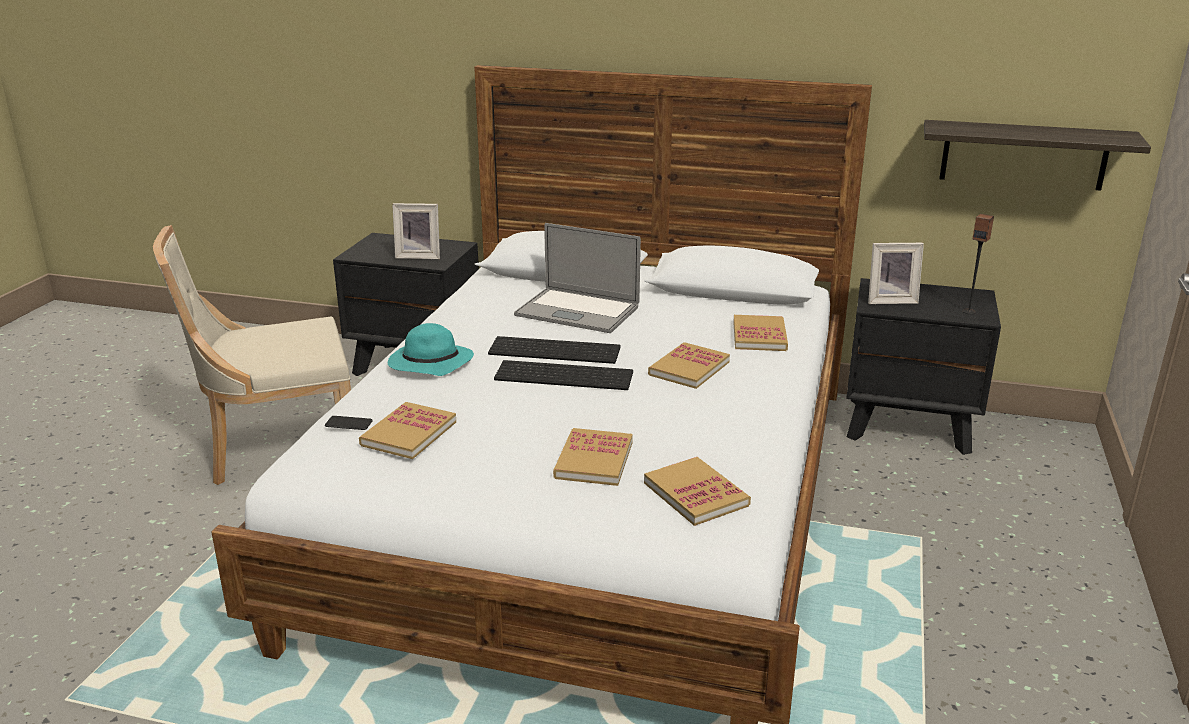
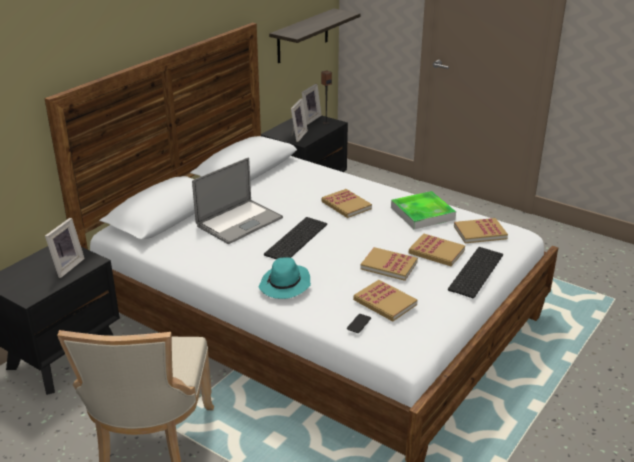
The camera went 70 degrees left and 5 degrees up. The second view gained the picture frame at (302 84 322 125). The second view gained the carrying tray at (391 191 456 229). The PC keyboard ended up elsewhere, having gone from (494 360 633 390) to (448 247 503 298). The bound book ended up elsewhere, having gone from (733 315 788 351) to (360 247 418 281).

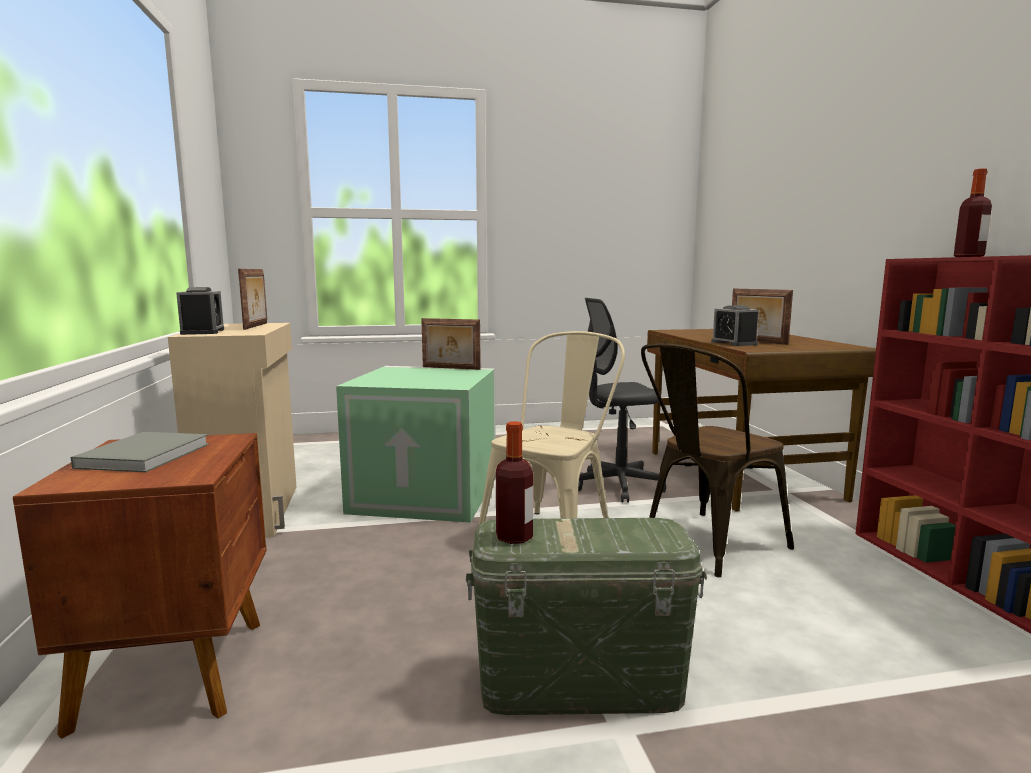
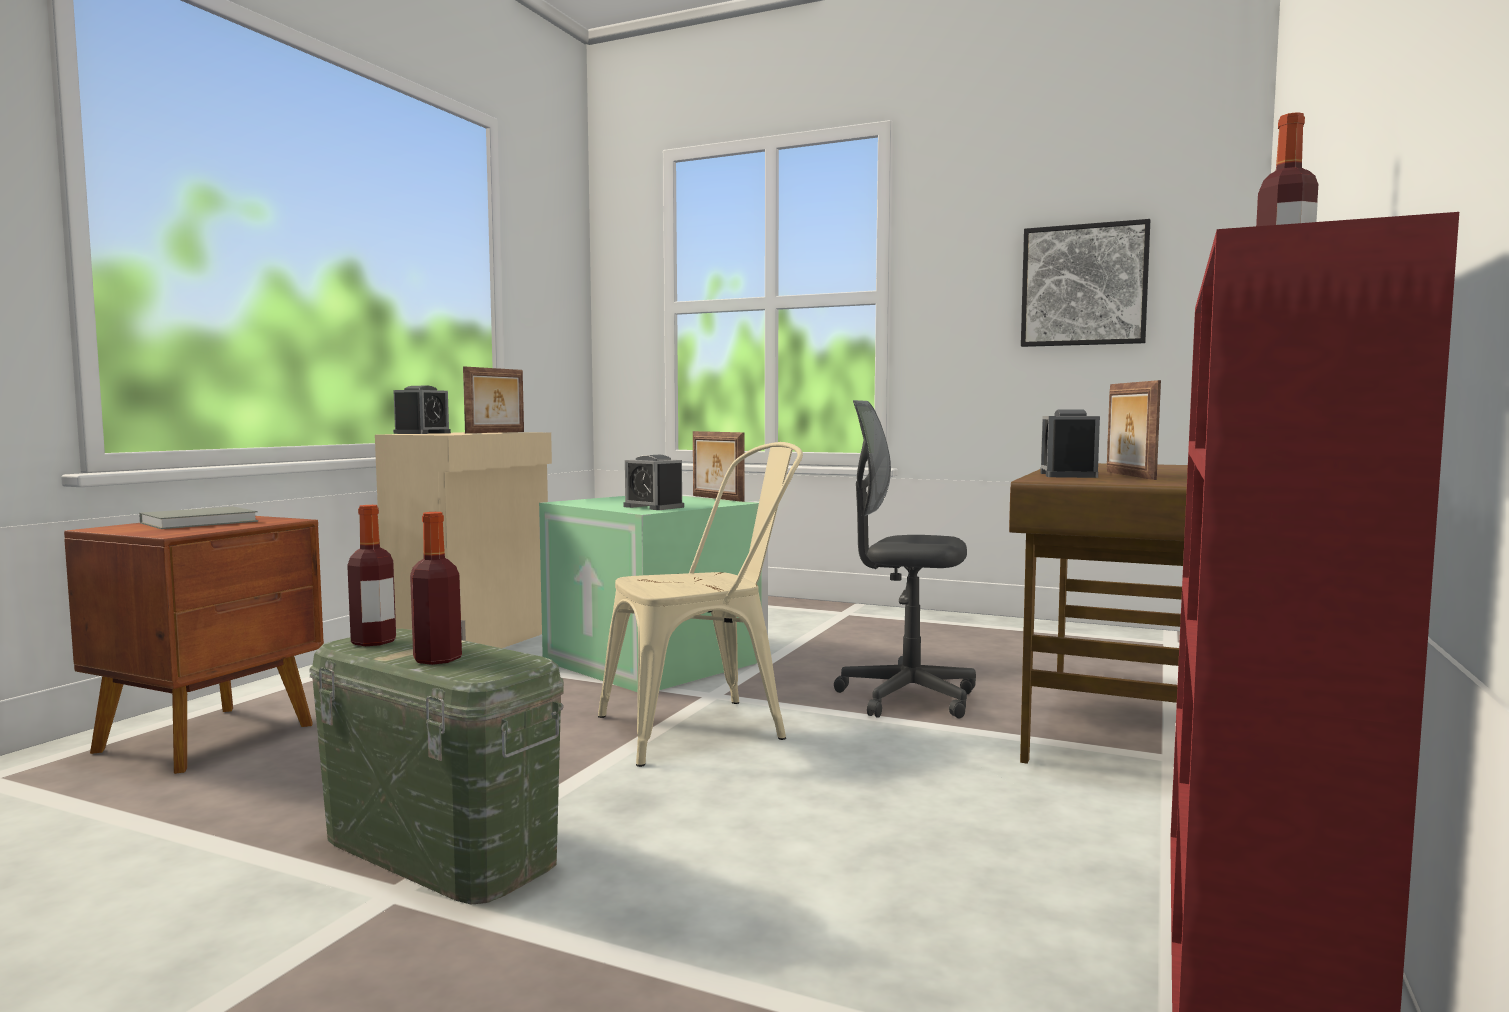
The camera went 35 degrees right and 5 degrees down. The second view lost the upright chair (brownish) at (641 343 794 577). The second view gained the bottle at (410 512 462 665). The second view gained the table clock at (624 455 684 510). The second view gained the wall picture at (1021 219 1150 347).

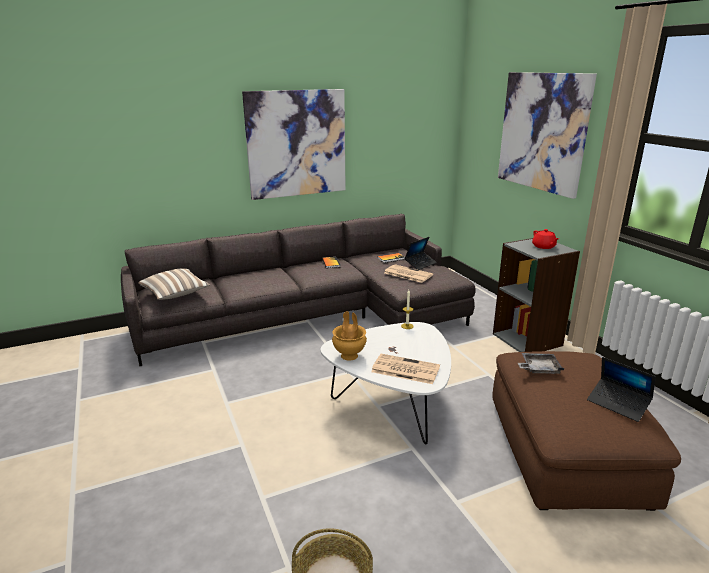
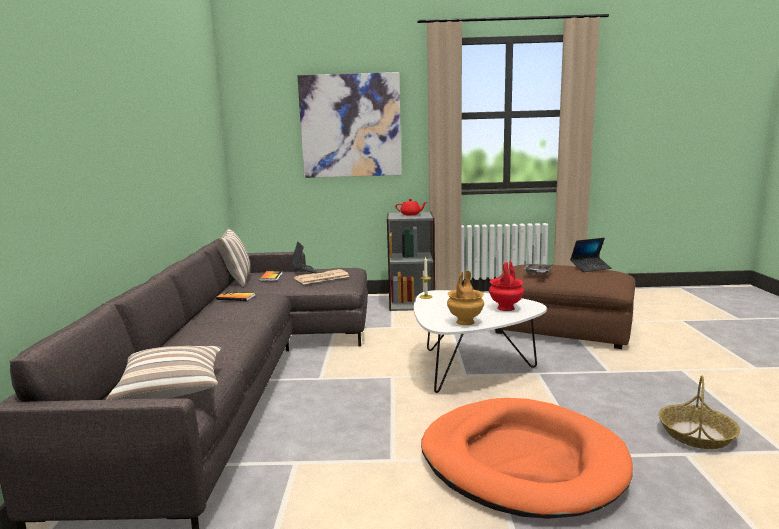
The camera went 65 degrees left and 10 degrees down. The second view lost the wall picture at (242 89 346 200). The second view gained the cushion at (217 229 251 288). The second view gained the dog cushion (orange-coloured) at (421 398 633 519). Where the newspaper stood at (371 354 440 384), the decorative vase (red-coloured) came to stand at (489 261 524 311).

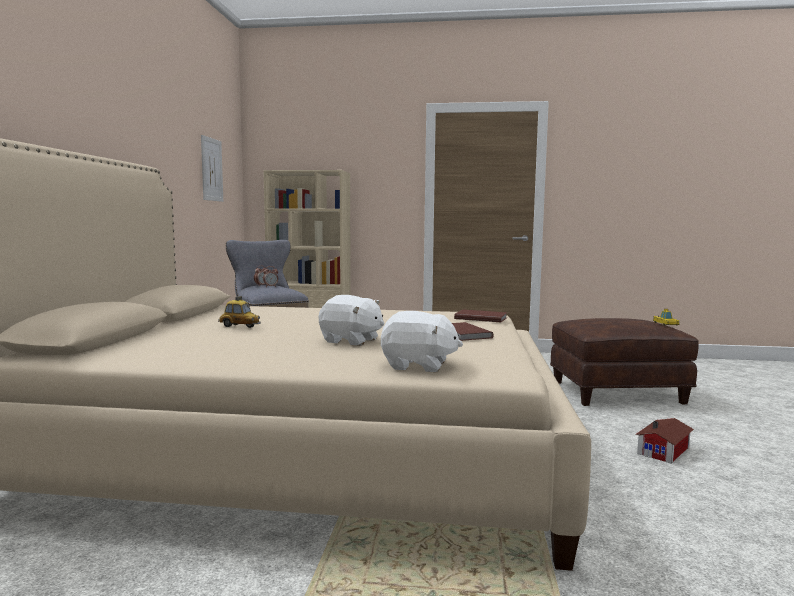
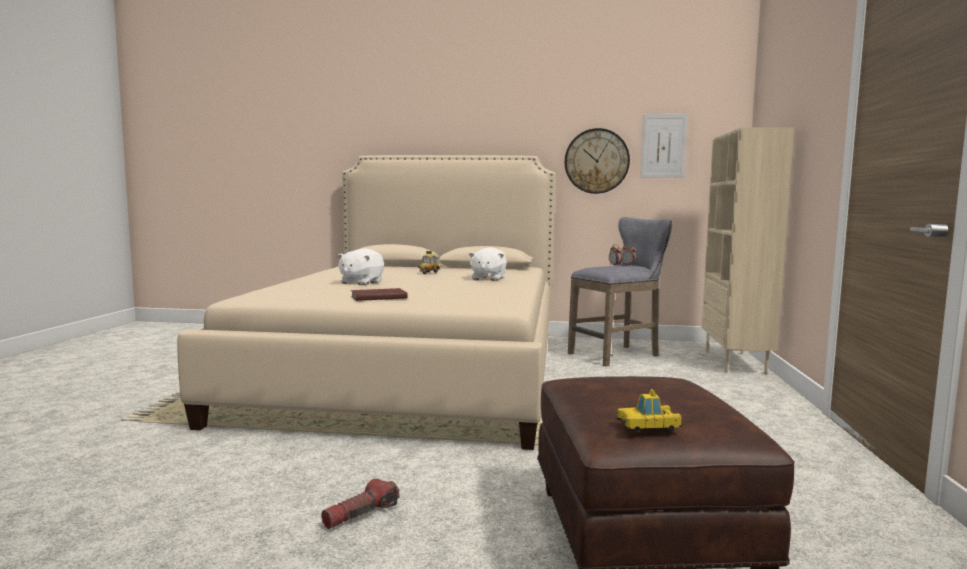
The camera went 90 degrees right and 0 degrees up. The second view lost the bound book (brownish) at (454 309 507 322). The second view gained the wall clock at (565 128 630 194). The soft toy (whitish) ended up elsewhere, having gone from (381 311 463 372) to (468 247 507 281). Where the toy house stood at (635 418 694 464), the torch came to stand at (321 478 399 529).

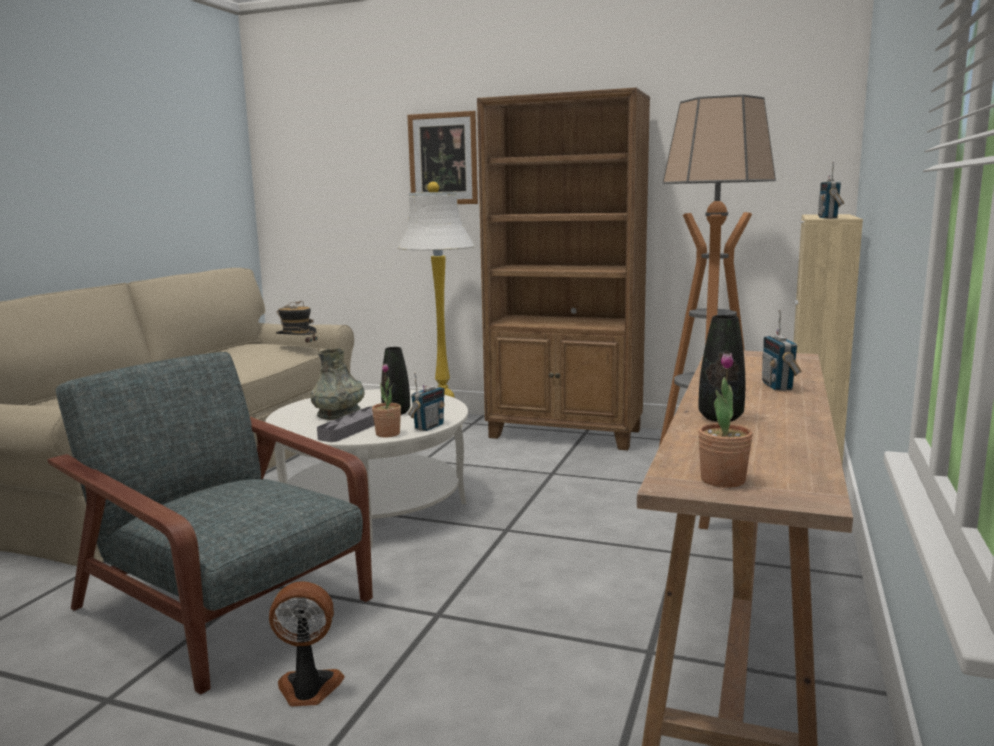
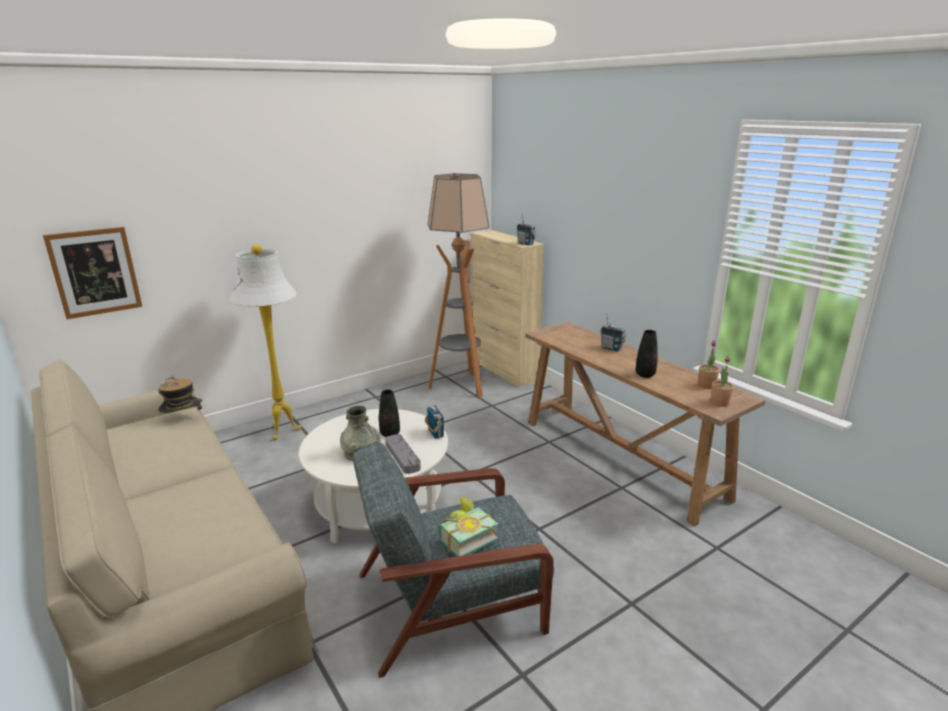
The camera went 55 degrees left and 10 degrees up. The second view lost the electric fan at (269 581 345 707). The second view lost the shelving unit (brownish) at (477 88 650 451). The second view gained the bound book at (438 497 498 556). The potted plant ended up elsewhere, having gone from (372 363 401 437) to (698 341 719 389). The wall picture ended up elsewhere, having gone from (407 111 478 204) to (43 227 142 319).

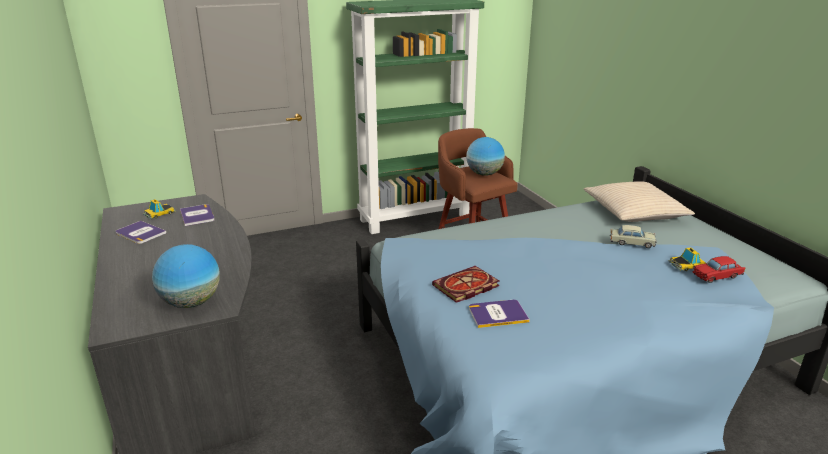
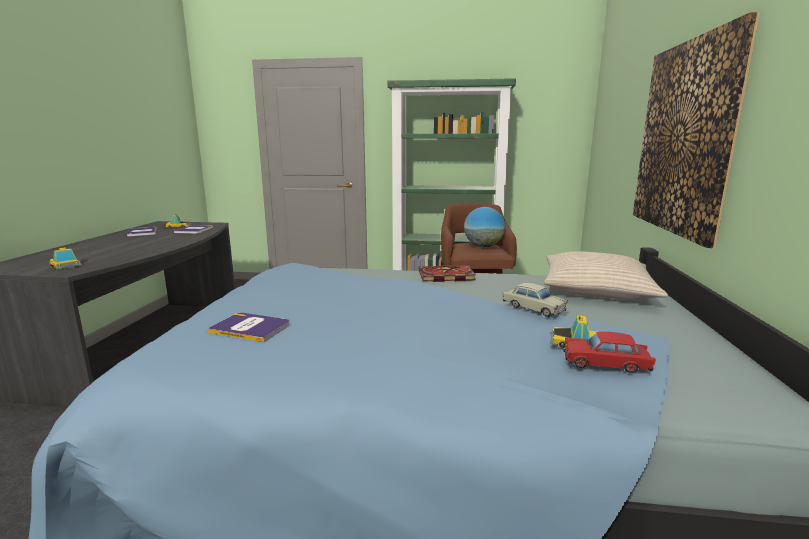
The camera went 30 degrees right and 10 degrees down. The second view gained the wall picture at (633 12 760 248). The bound book ended up elsewhere, having gone from (432 266 500 303) to (419 265 476 282). Where the globe stood at (152 244 220 308), the model car came to stand at (49 248 82 269).

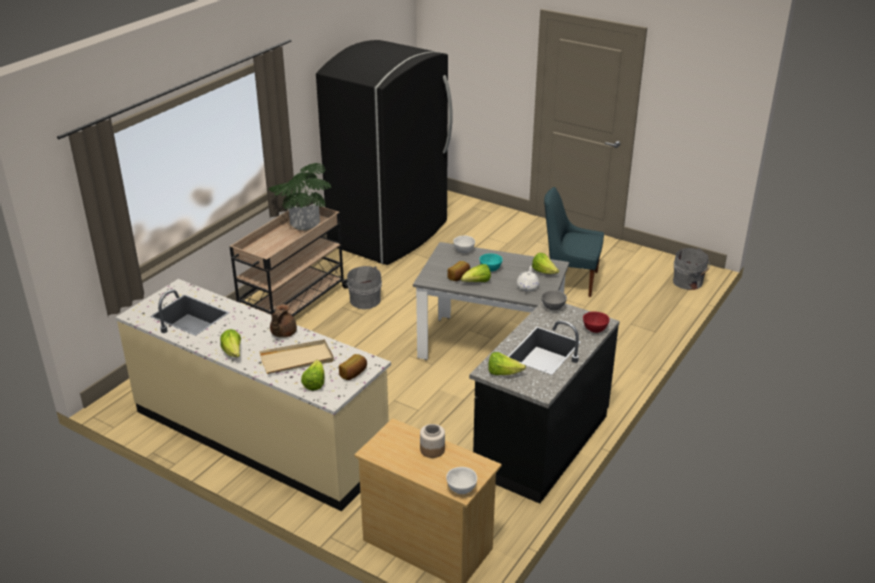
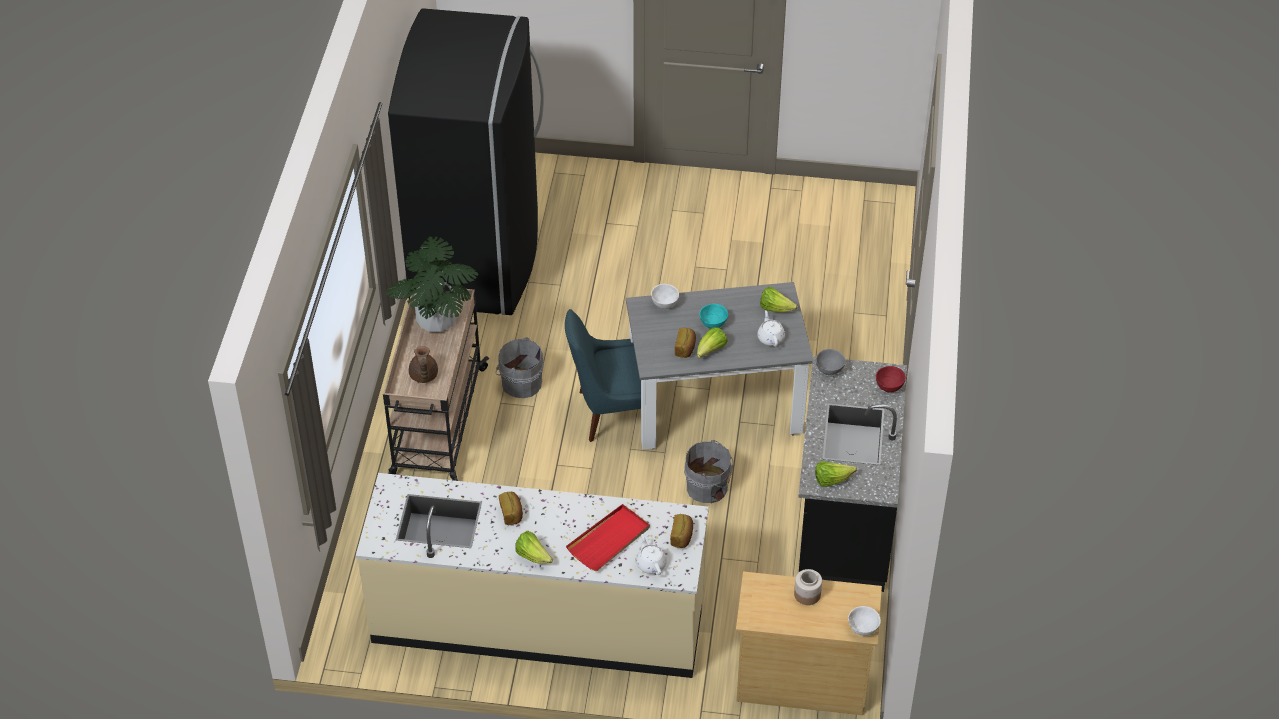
The camera went 25 degrees left and 15 degrees up. The second view gained the bakery bread at (499 492 523 525). The teapot (brownish) ended up elsewhere, having gone from (270 304 297 338) to (409 346 438 383). The upright chair (bluish) ended up elsewhere, having gone from (544 187 604 297) to (565 309 641 442). The bucket (grey) ended up elsewhere, having gone from (673 248 710 290) to (684 440 733 503). Where the head of lettuce stood at (301 360 325 390), the teapot (whitish) came to stand at (636 534 667 575). What was the carrying tray (sand-coloured) at (259 339 334 374) turned into the carrying tray (red-coloured) at (566 504 650 571).

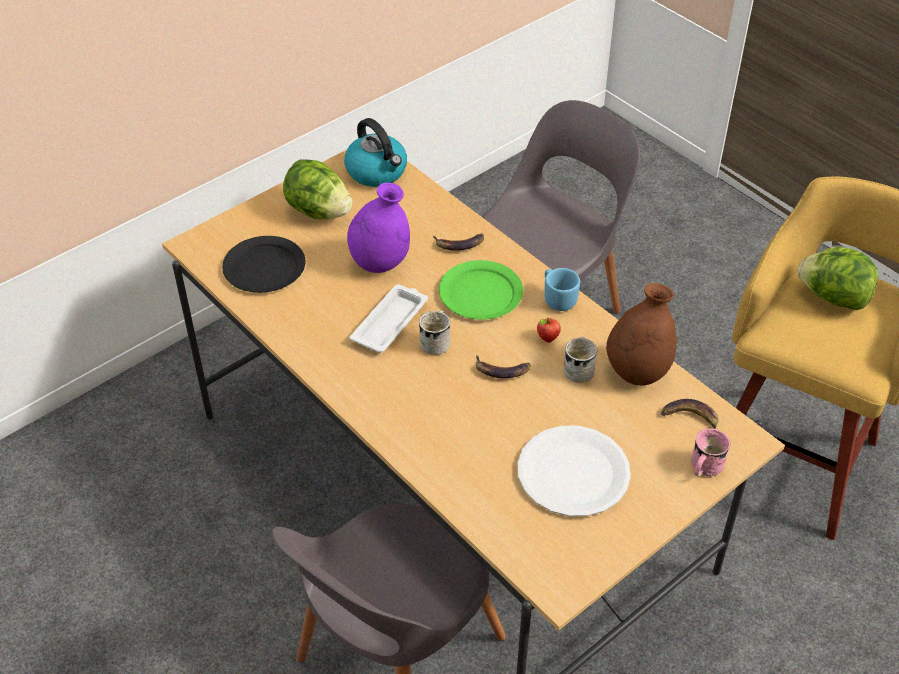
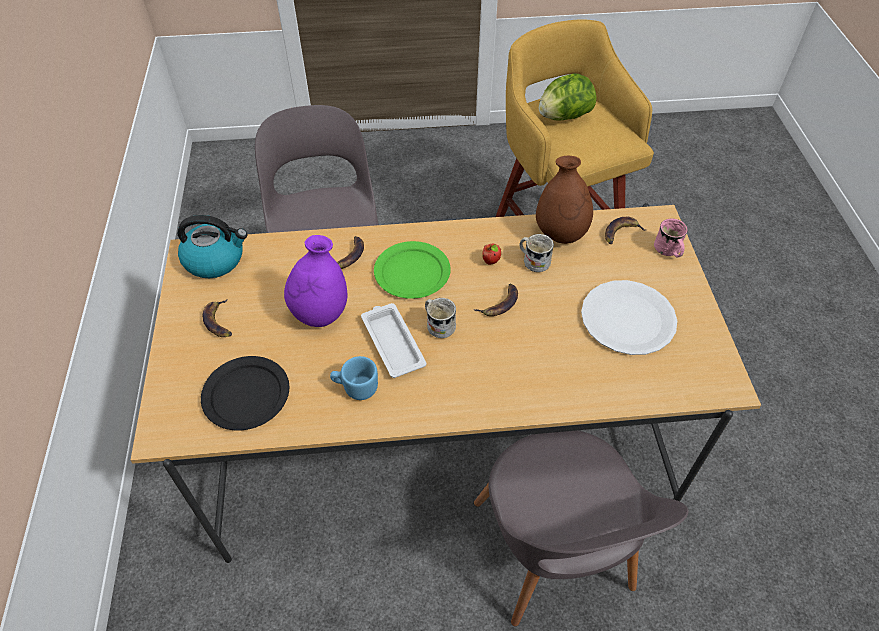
The camera went 55 degrees left and 5 degrees up. The tea mug (bluish) ended up elsewhere, having gone from (545 268 580 311) to (330 356 378 400). Where the head of lettuce stood at (283 159 352 220), the whole banana came to stand at (203 299 232 337).

